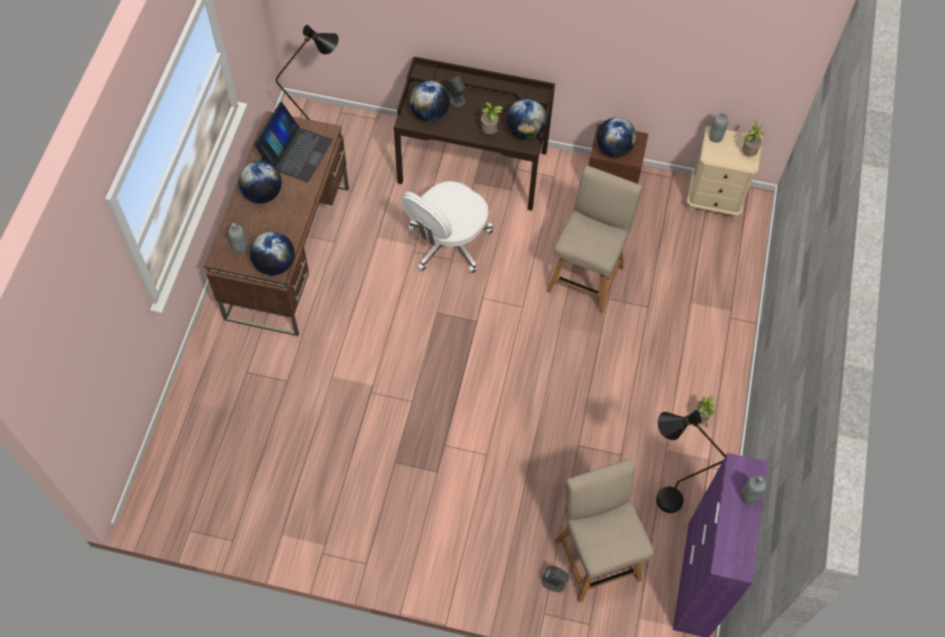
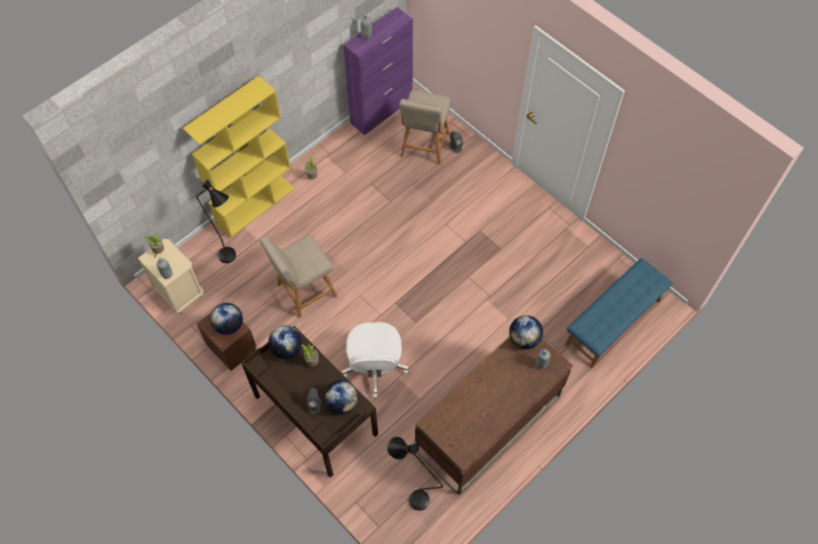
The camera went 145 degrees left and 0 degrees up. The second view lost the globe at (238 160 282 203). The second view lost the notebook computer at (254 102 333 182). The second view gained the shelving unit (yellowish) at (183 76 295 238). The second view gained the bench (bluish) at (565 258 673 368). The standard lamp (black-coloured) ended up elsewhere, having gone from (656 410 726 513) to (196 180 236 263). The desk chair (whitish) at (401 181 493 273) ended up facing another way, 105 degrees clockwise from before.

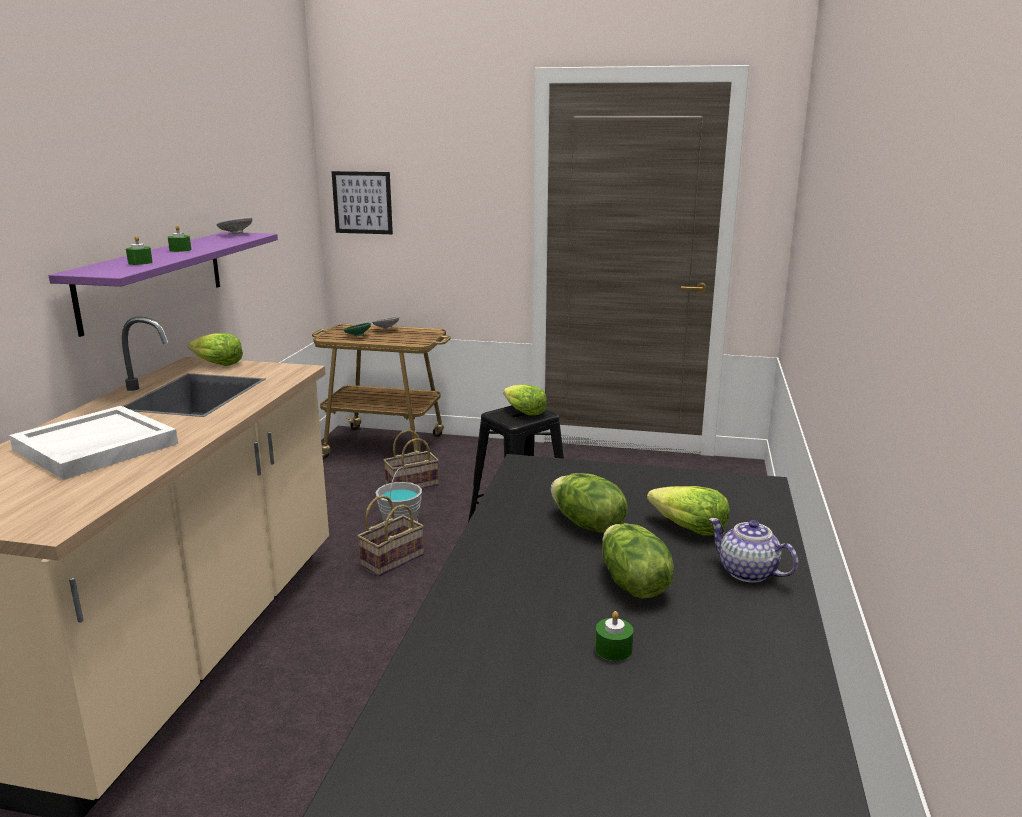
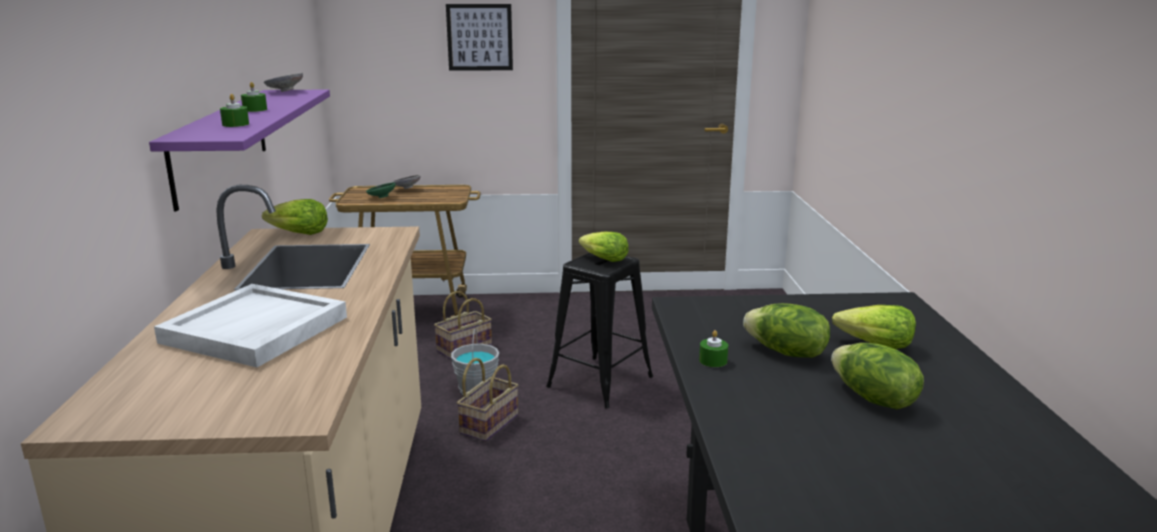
The camera went 15 degrees left and 0 degrees up. The second view lost the teapot at (708 518 798 583). The wall picture ended up elsewhere, having gone from (331 171 393 234) to (446 4 513 71). The wax light (greenish) ended up elsewhere, having gone from (595 611 633 661) to (699 330 728 367).

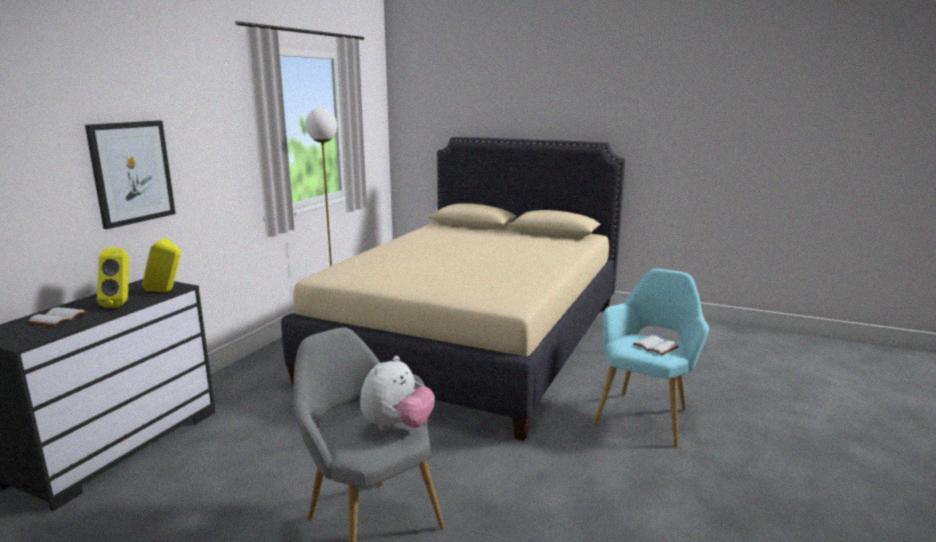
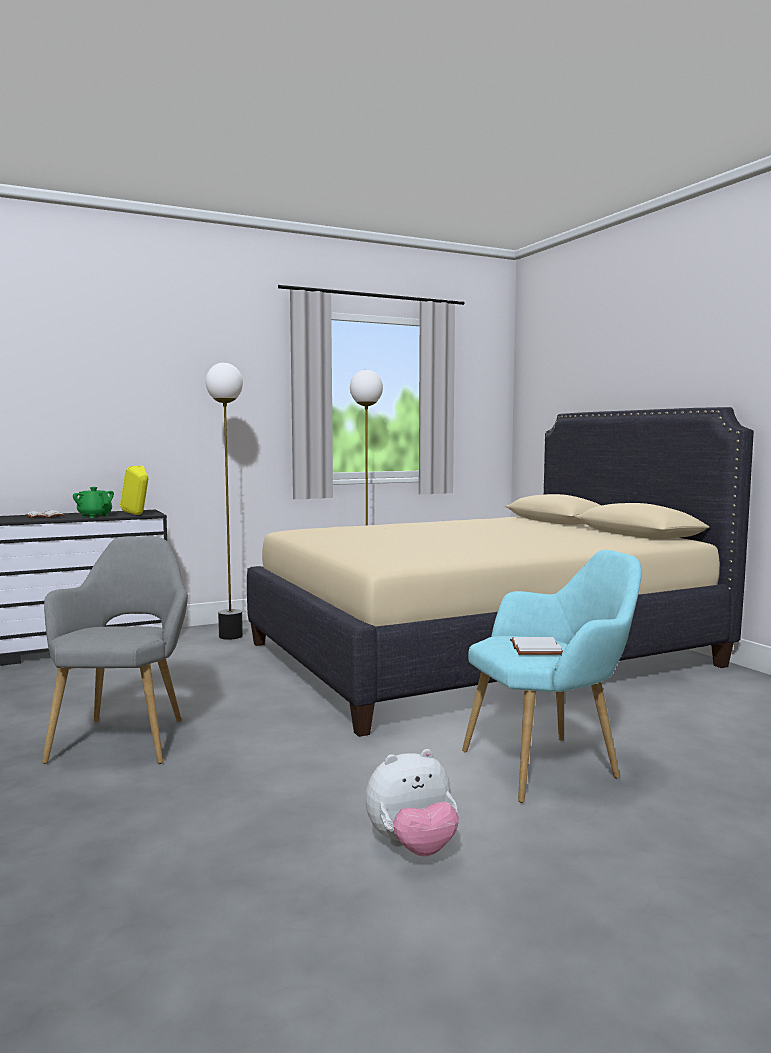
The camera went 40 degrees right and 10 degrees down. The second view lost the wall picture at (85 120 176 229). The second view gained the standard lamp at (206 363 243 640). The soft toy ended up elsewhere, having gone from (360 356 435 430) to (365 749 459 856). Where the loudspeaker (yellowish) stood at (97 248 129 308), the teapot (greenish) came to stand at (73 487 114 518).

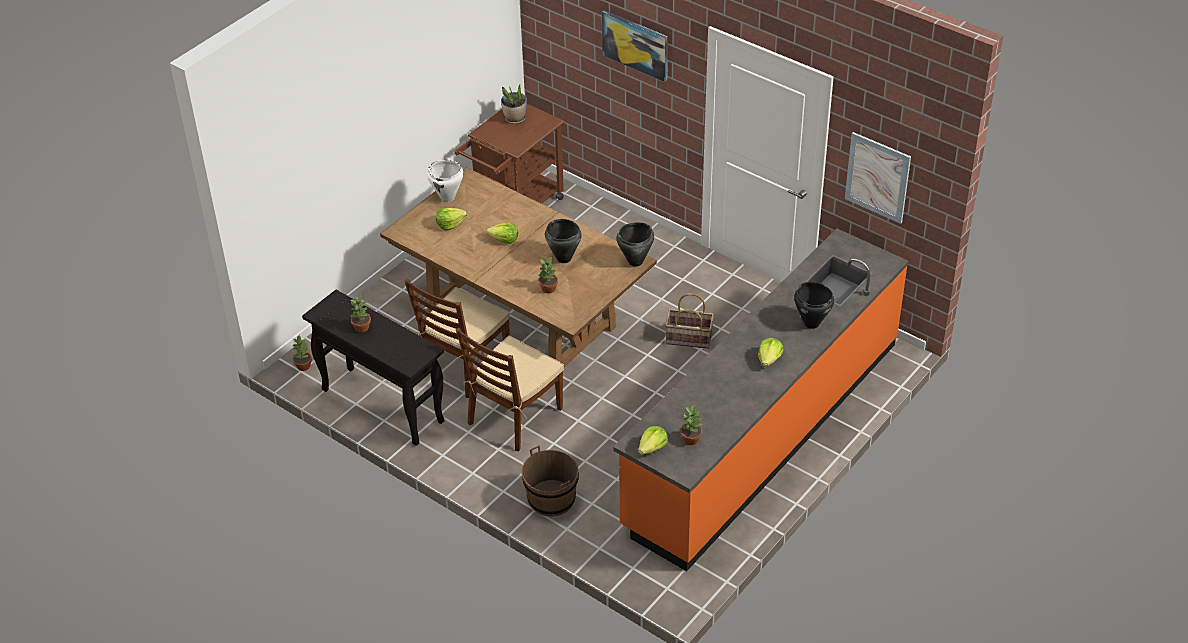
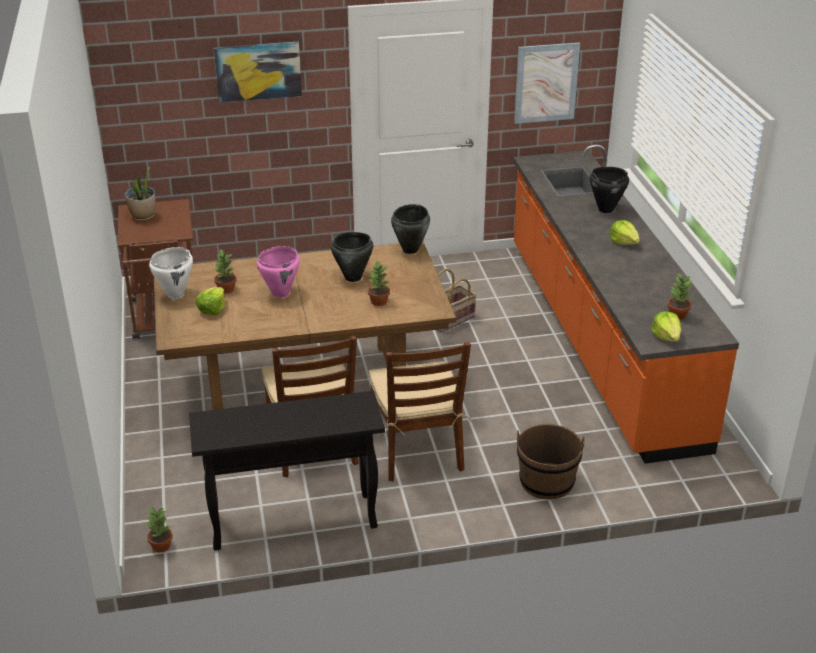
The camera went 50 degrees left and 10 degrees down. The potted plant ended up elsewhere, having gone from (350 295 371 332) to (214 249 237 294). Where the head of lettuce stood at (486 223 518 244), the cooking pot (pink-coloured) came to stand at (257 246 300 298).

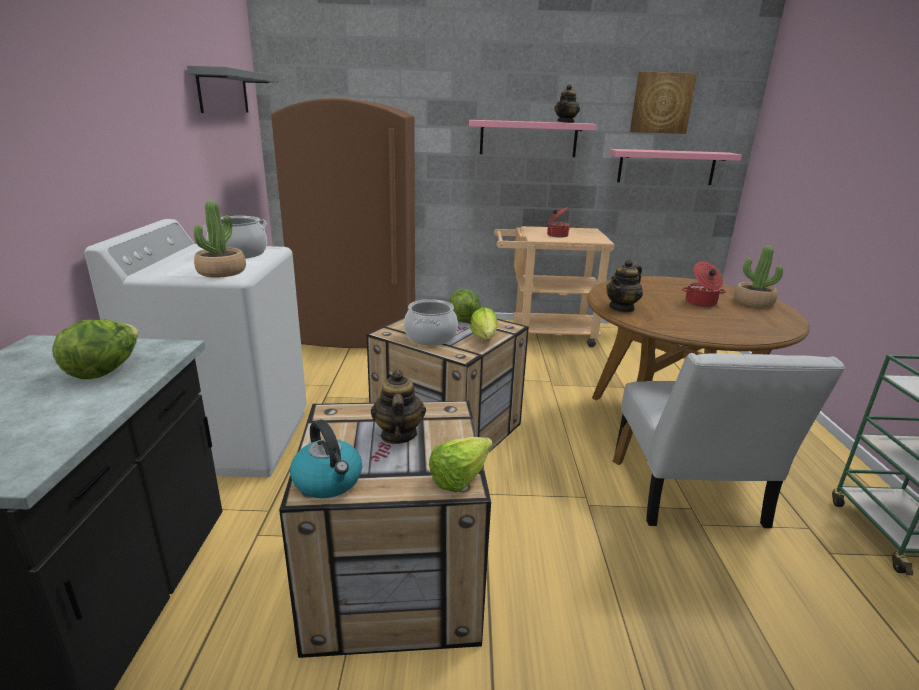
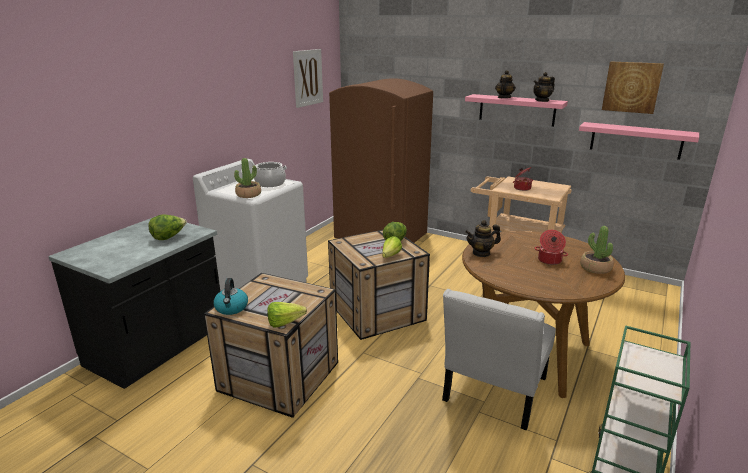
The camera went 30 degrees right and 0 degrees up. The second view lost the cooking pot at (404 299 458 346). The teapot ended up elsewhere, having gone from (371 370 426 444) to (495 70 516 98). Where the shelf (grey) hung at (187 65 279 113), the wall picture came to hang at (293 49 323 108).

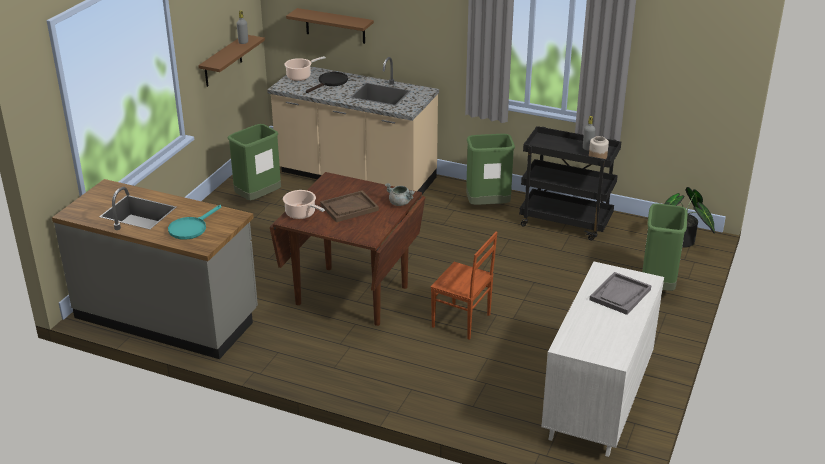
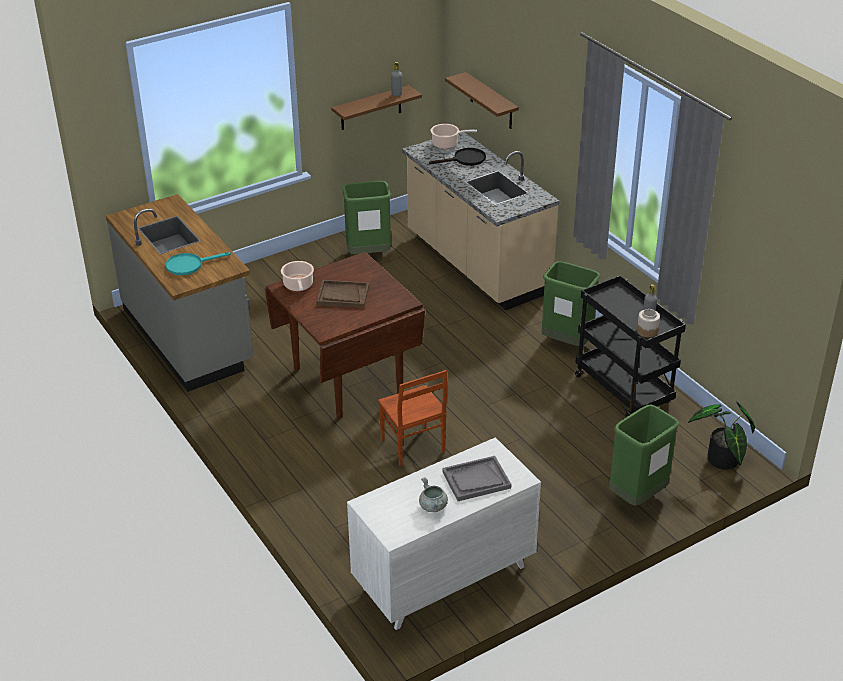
The camera went 35 degrees right and 5 degrees up. The cooking pot (grey) ended up elsewhere, having gone from (385 183 415 206) to (419 478 448 512).

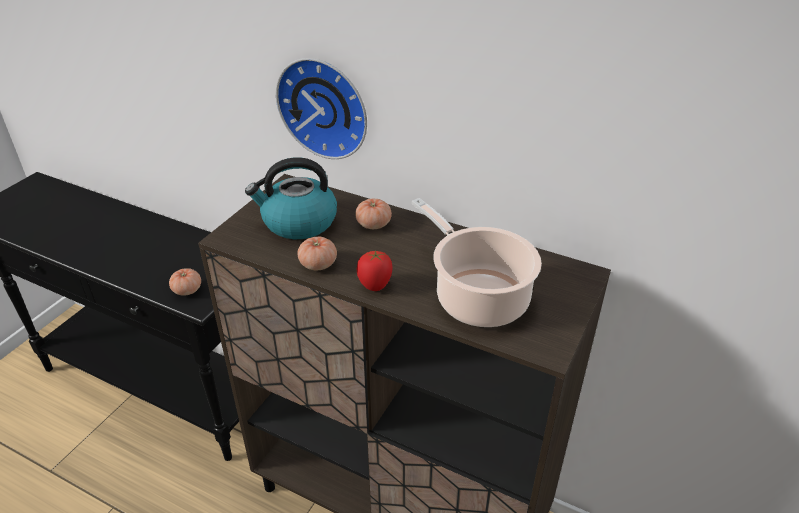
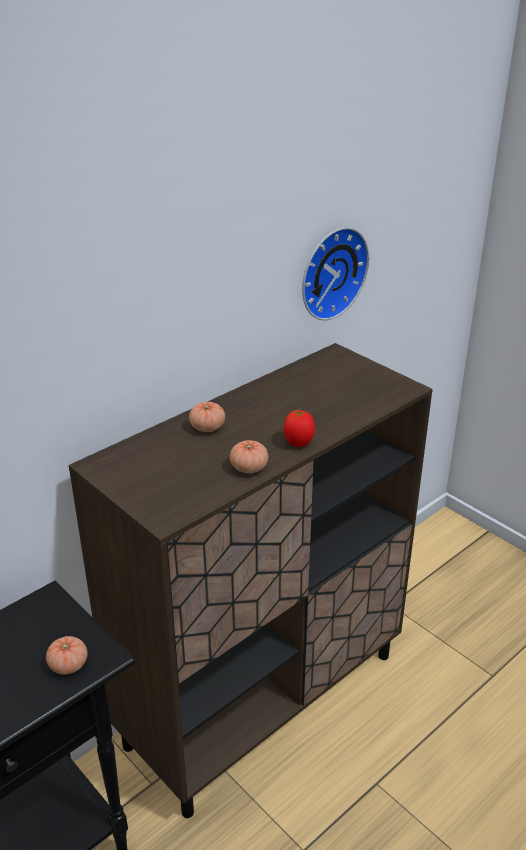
The camera went 70 degrees left and 5 degrees down. The second view lost the water kettle at (245 157 337 239). The second view lost the cooking pot at (412 198 542 327). The wall clock ended up elsewhere, having gone from (276 58 367 159) to (302 227 369 320).

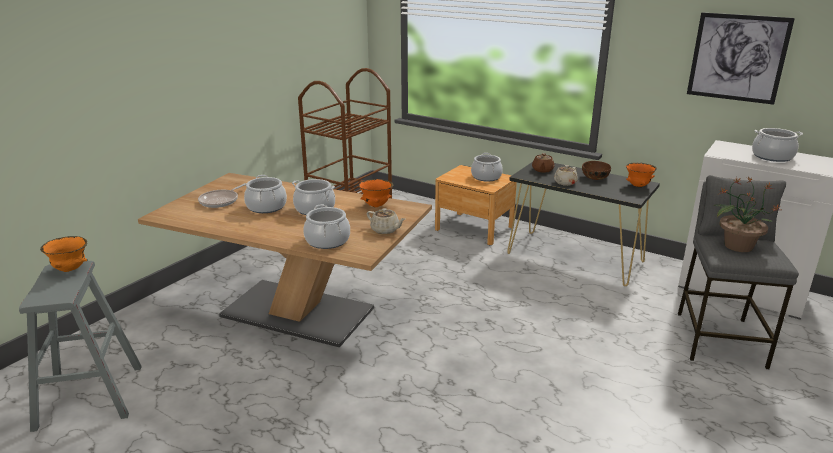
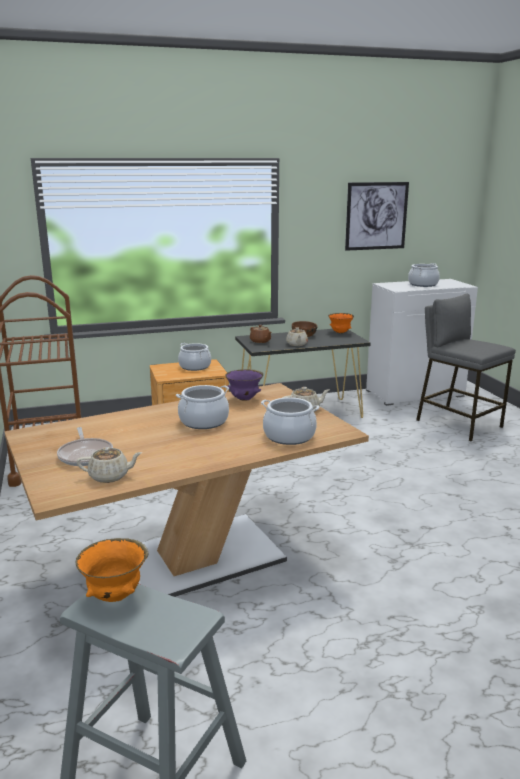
The camera went 50 degrees left and 5 degrees down. The second view lost the cooking pot at (244 175 287 213). The second view lost the potted plant at (713 176 779 252). The second view gained the teapot (sand-coloured) at (76 447 142 483). What was the serving bowl (orange-coloured) at (359 179 394 208) turned into the serving bowl (purple) at (225 369 263 401).

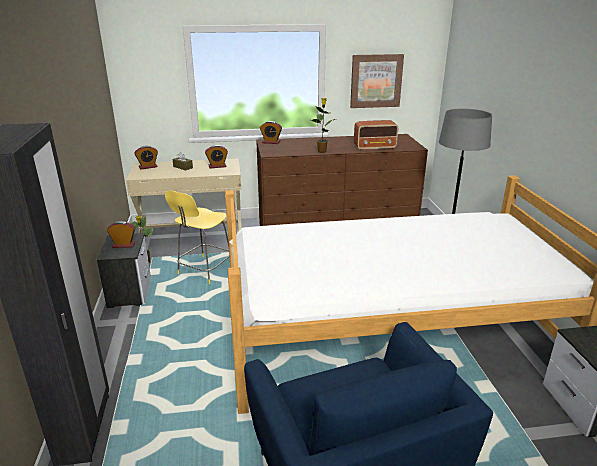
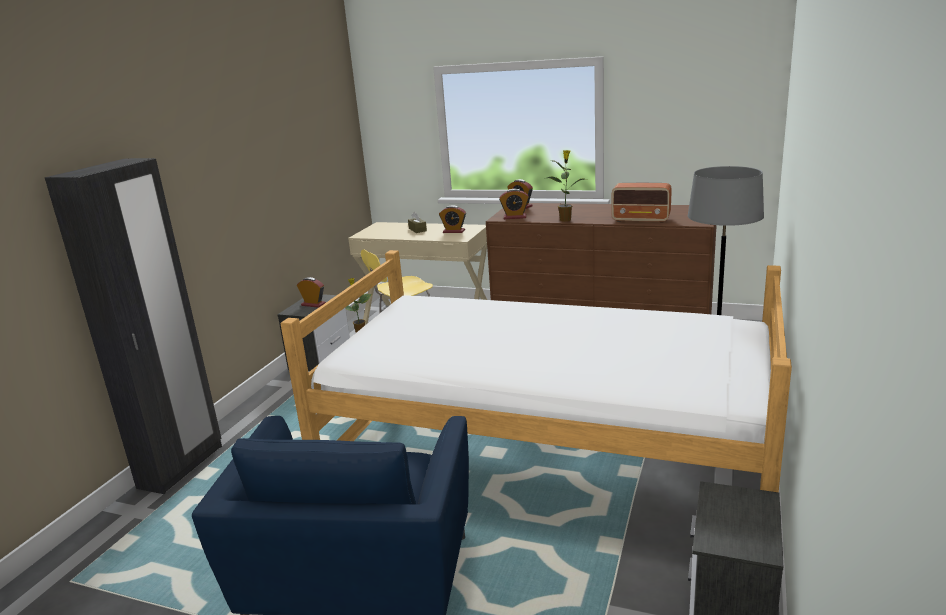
The camera went 30 degrees right and 5 degrees down. The second view lost the wall picture at (350 54 404 108). The table clock ended up elsewhere, having gone from (134 146 158 169) to (499 189 529 219).

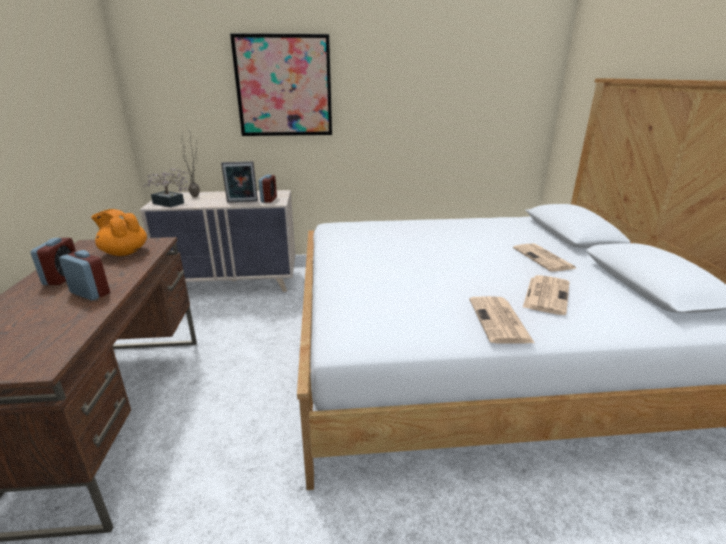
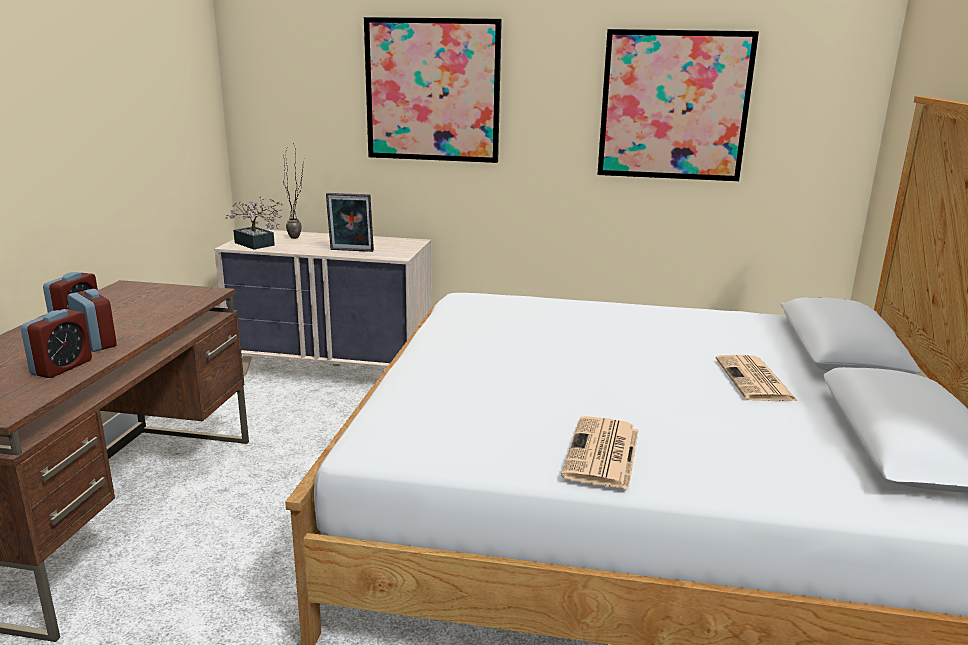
The camera went 15 degrees right and 5 degrees down. The second view lost the teapot (orange-coloured) at (91 209 147 256). The second view lost the newspaper at (523 275 570 315). The second view gained the wall picture at (597 29 759 181). The table clock ended up elsewhere, having gone from (259 174 277 203) to (21 309 92 378).

